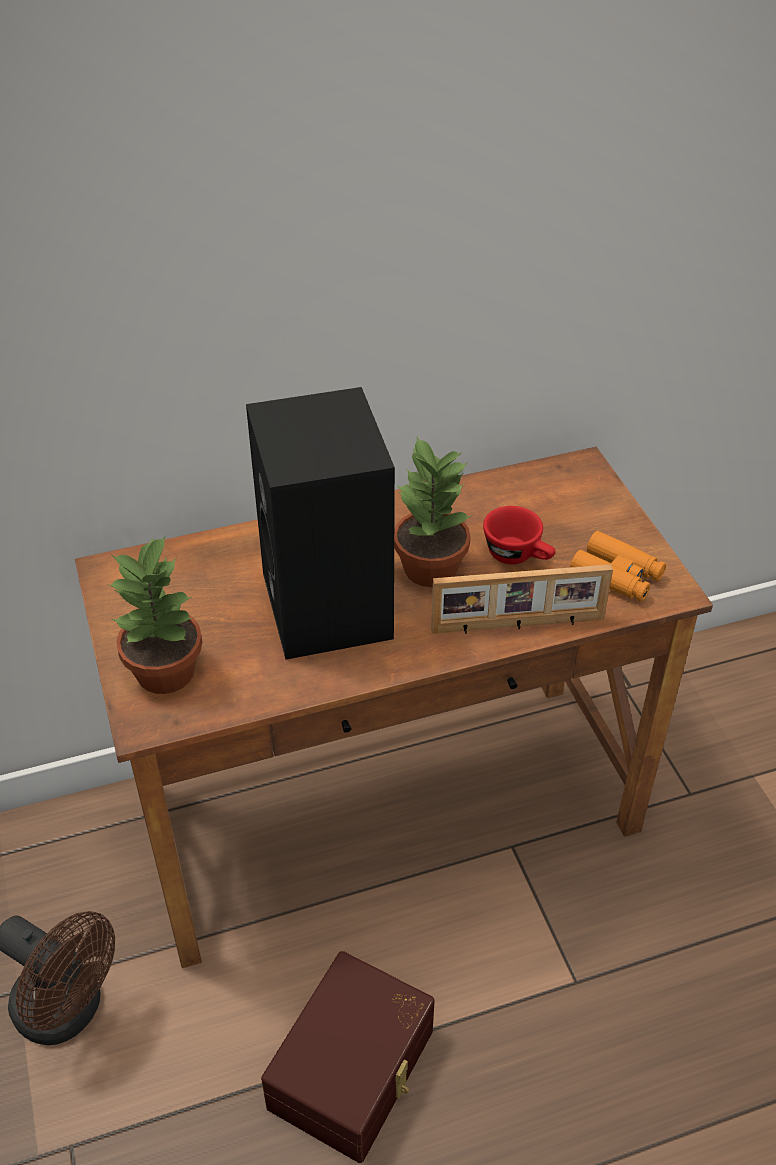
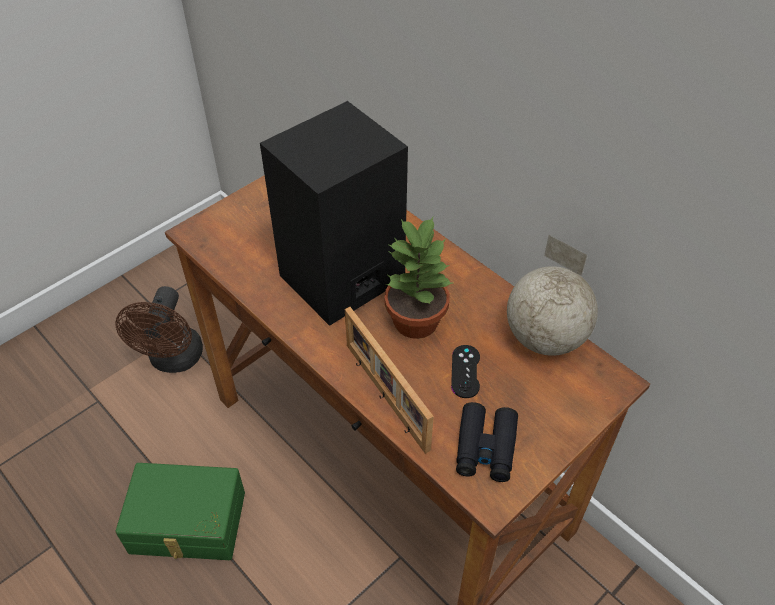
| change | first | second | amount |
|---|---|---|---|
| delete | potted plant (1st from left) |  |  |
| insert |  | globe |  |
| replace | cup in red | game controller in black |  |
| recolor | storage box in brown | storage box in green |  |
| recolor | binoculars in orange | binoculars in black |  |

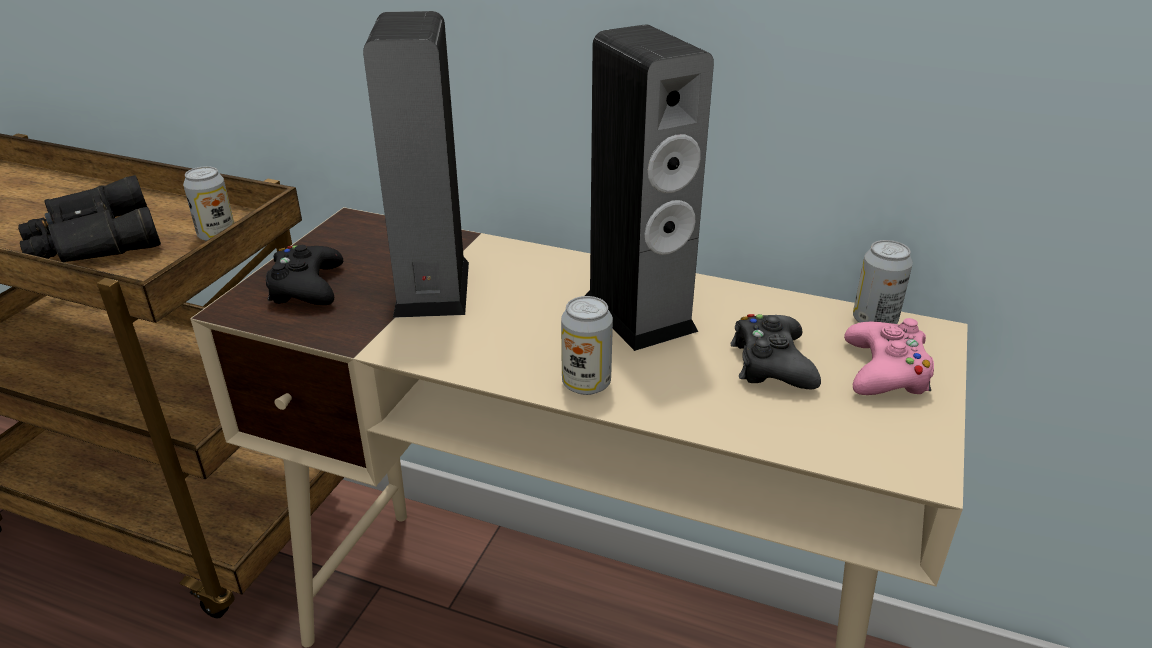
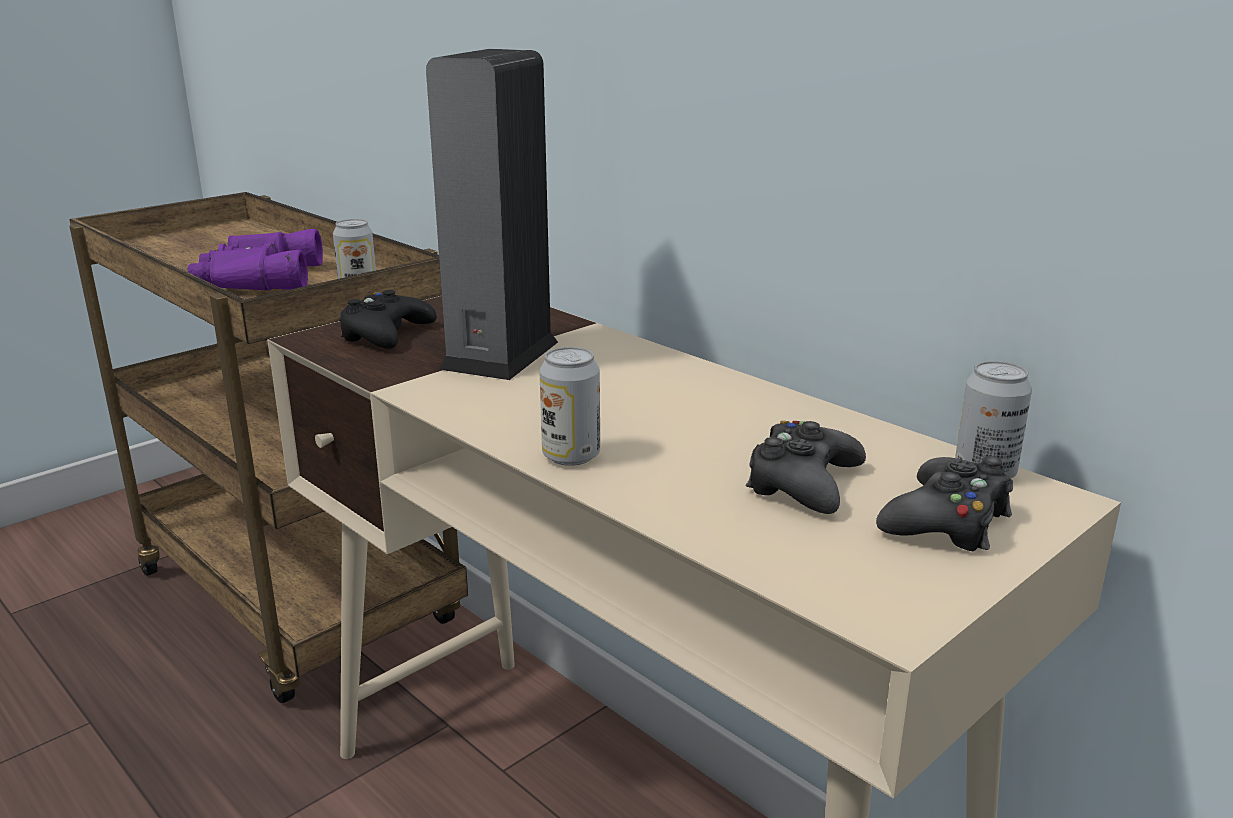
| change | first | second | amount |
|---|---|---|---|
| delete | speaker (2nd from left) |  |  |
| recolor | binoculars in black | binoculars in purple |  |
| recolor | game controller in pink | game controller in black (3rd from left) |  |

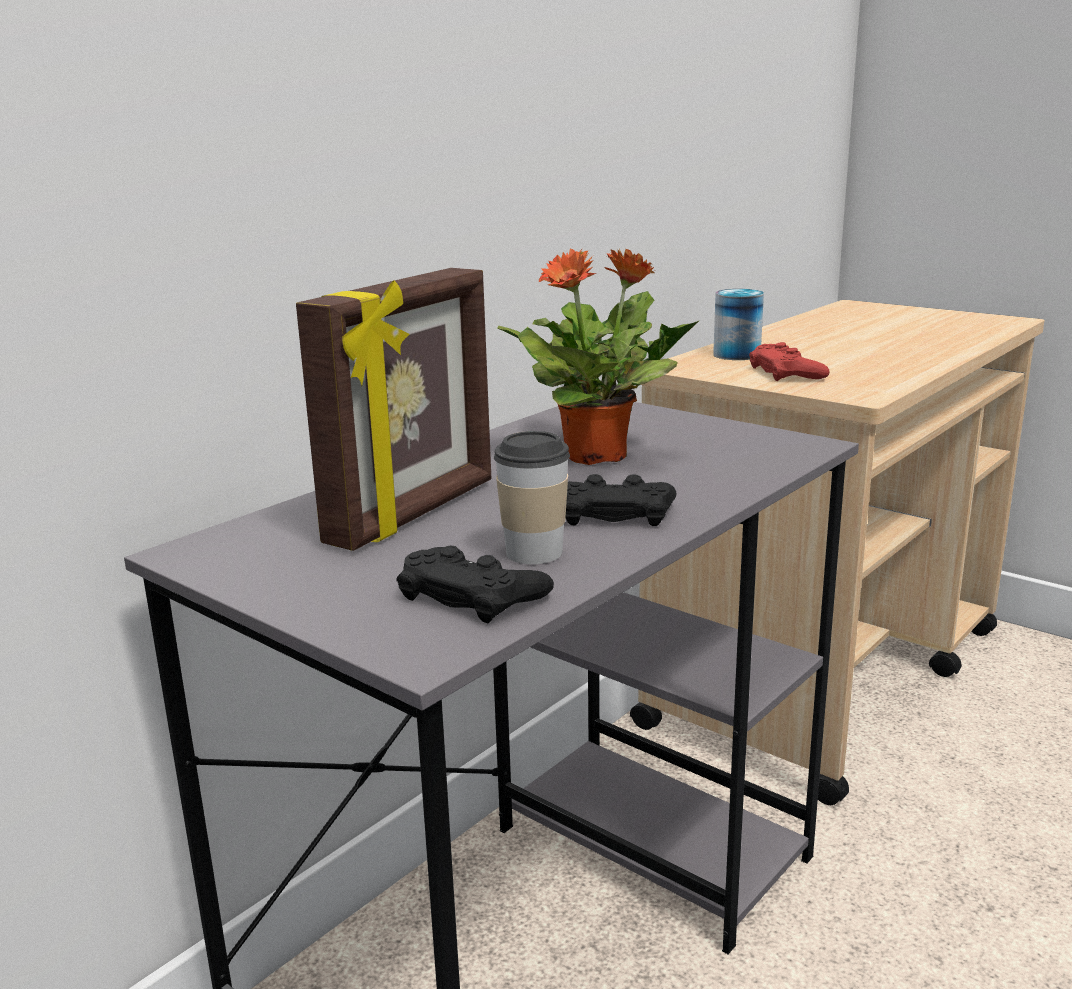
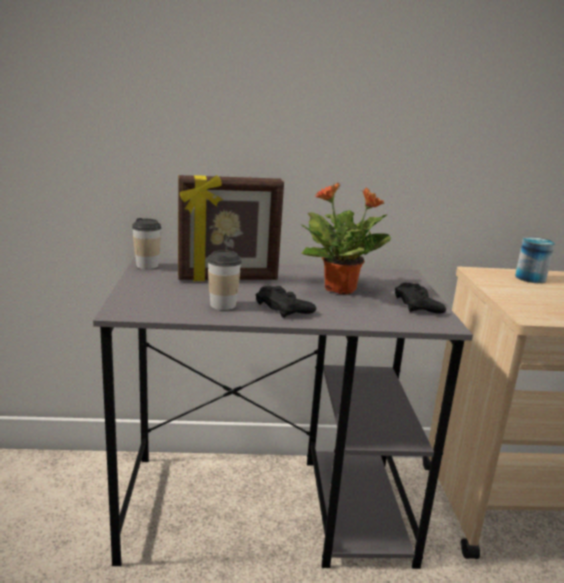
| change | first | second | amount |
|---|---|---|---|
| delete | game controller in red |  |  |
| insert |  | cup (1st from left) |  |
| move | game controller in black (1st from left in the first image) | game controller in black (2nd from left) |  |

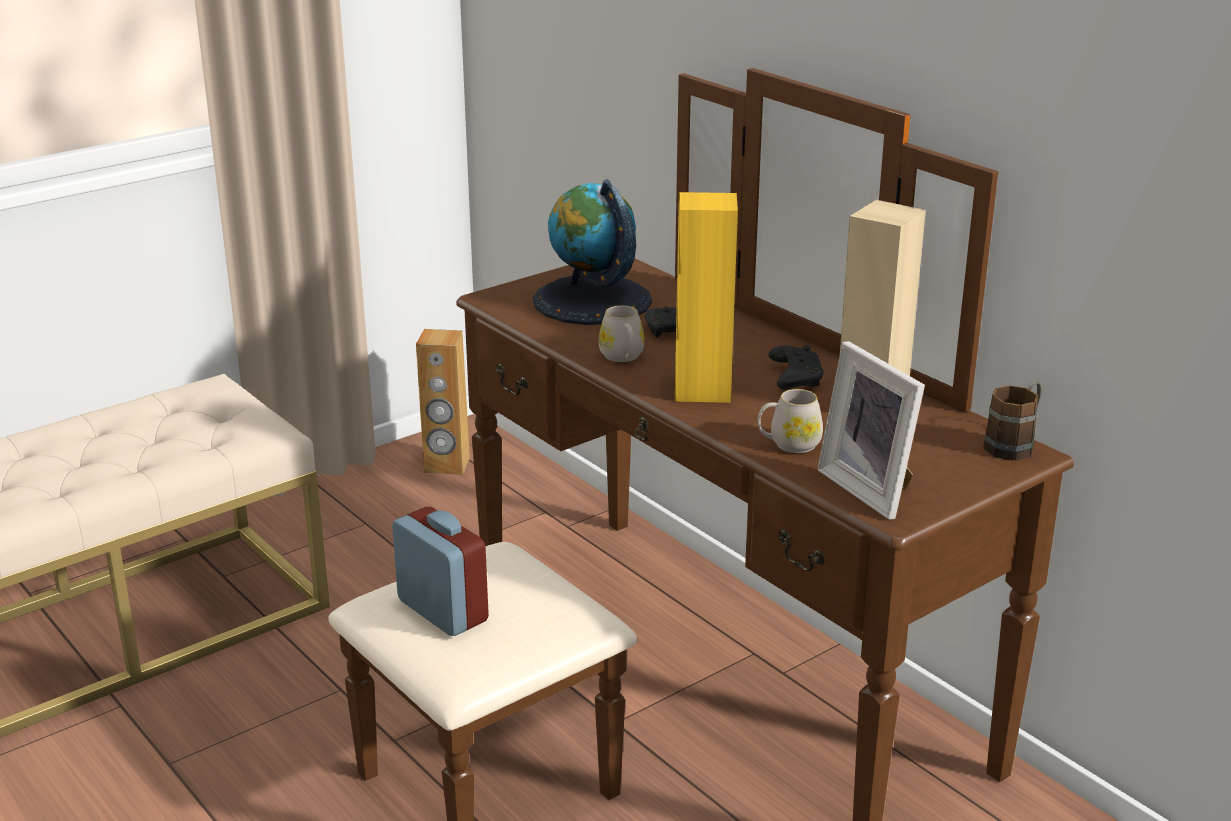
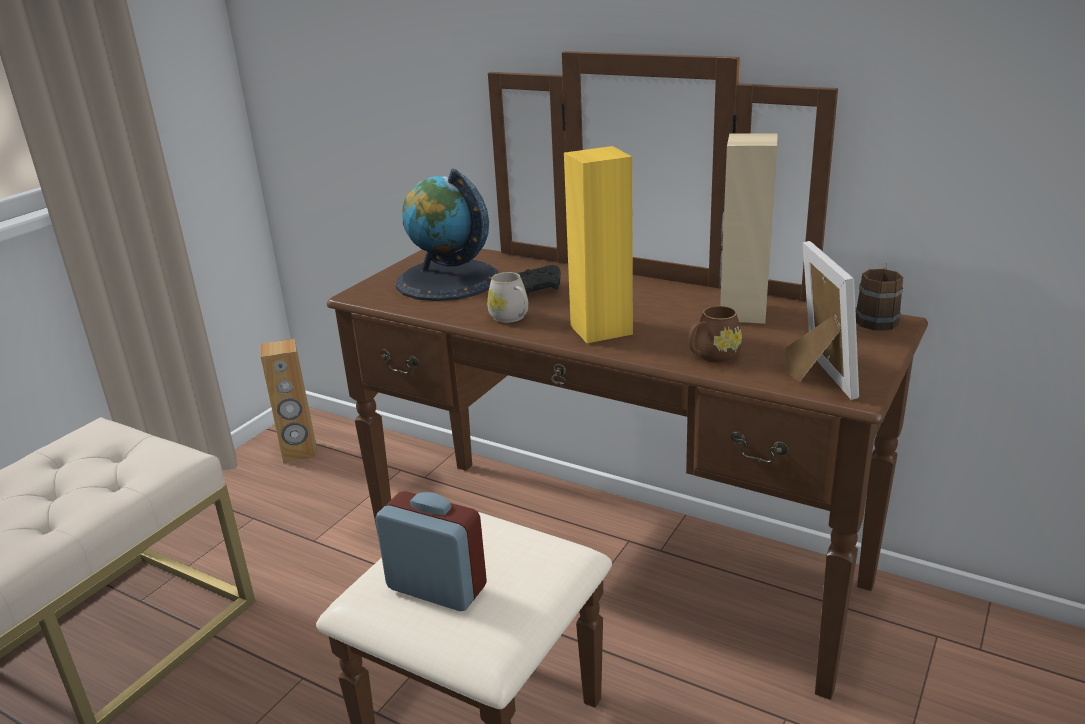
| change | first | second | amount |
|---|---|---|---|
| delete | game controller in black (2nd from left) |  |  |
| recolor | mug in white (2nd from left) | mug in brown (1st from left) |  |
| rotate | picture frame |  | 135 degrees counterclockwise |

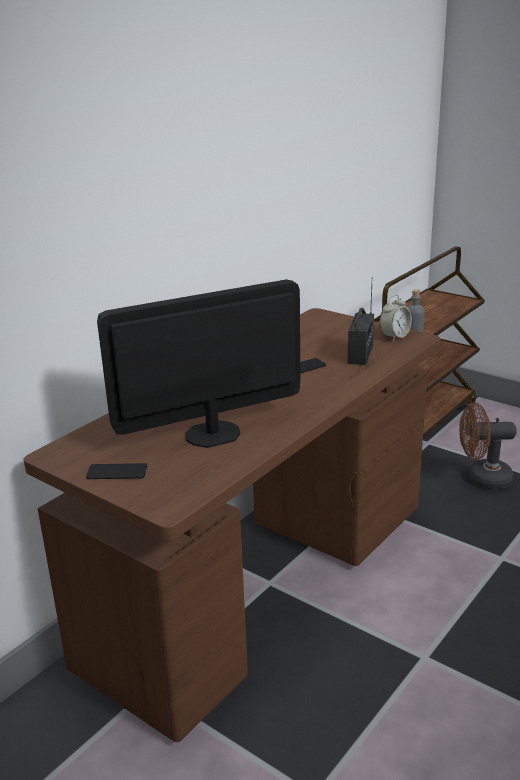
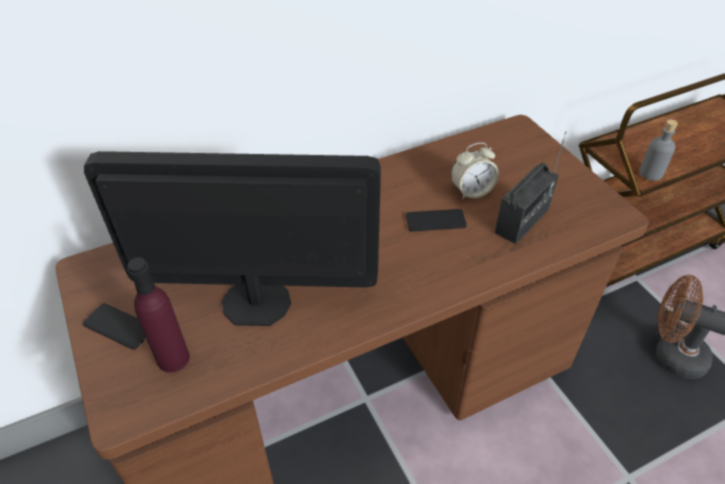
| change | first | second | amount |
|---|---|---|---|
| insert |  | bottle in purple |  |
| move | alarm clock |  |  |

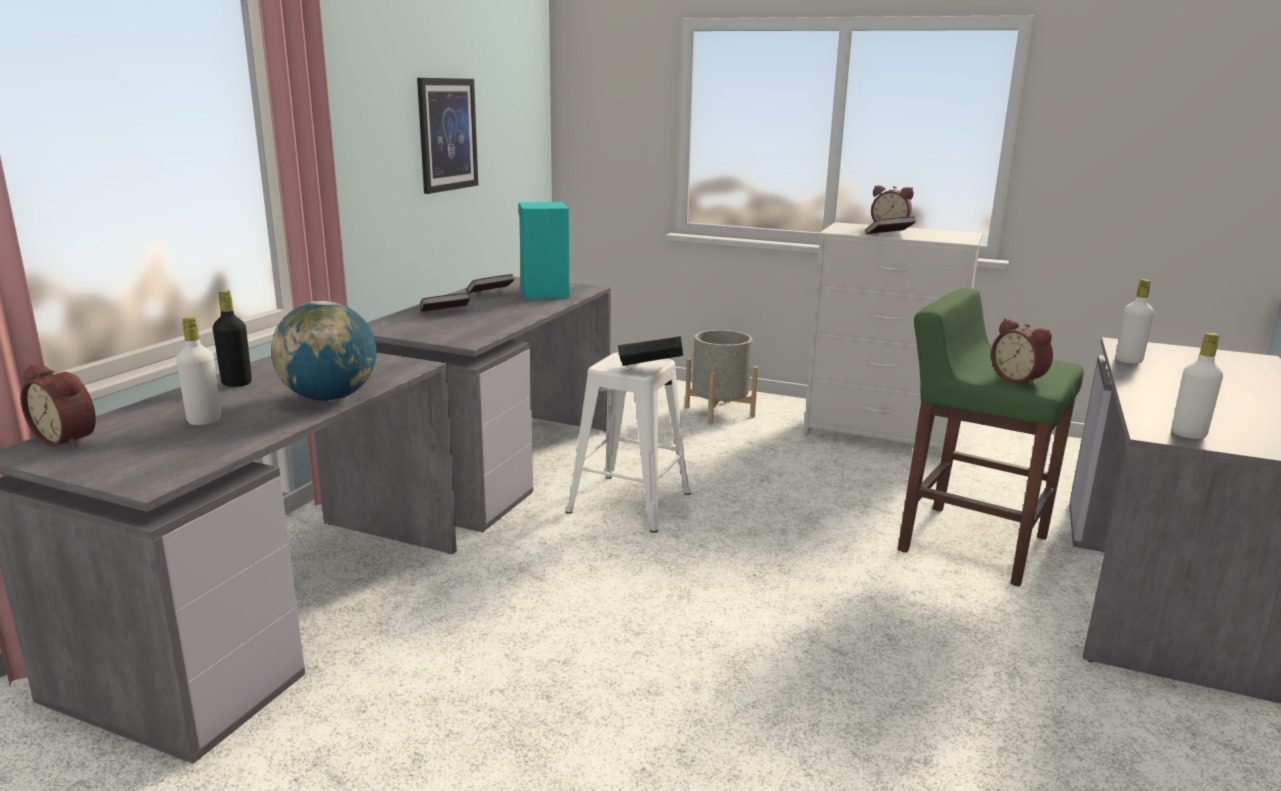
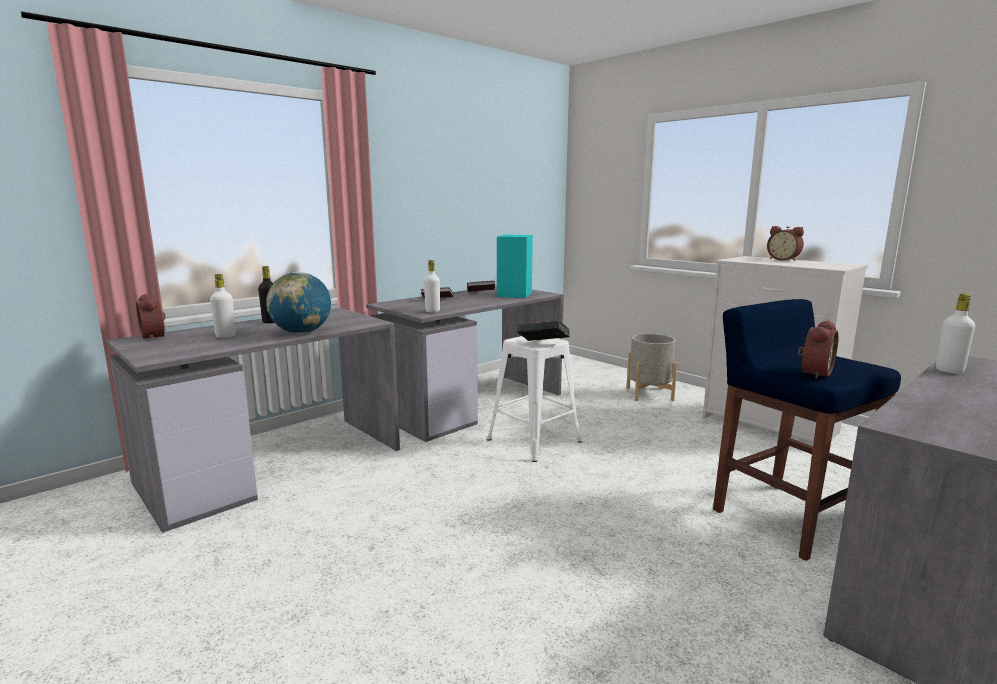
| change | first | second | amount |
|---|---|---|---|
| delete | picture |  |  |
| delete | book (4th from left) |  |  |
| move | bottle in white (3rd from left in the first image) | bottle in white (2nd from left) |  |
| recolor | stool in green | stool in blue |  |
| rotate | alarm clock (3rd from left) |  | 135 degrees counterclockwise |

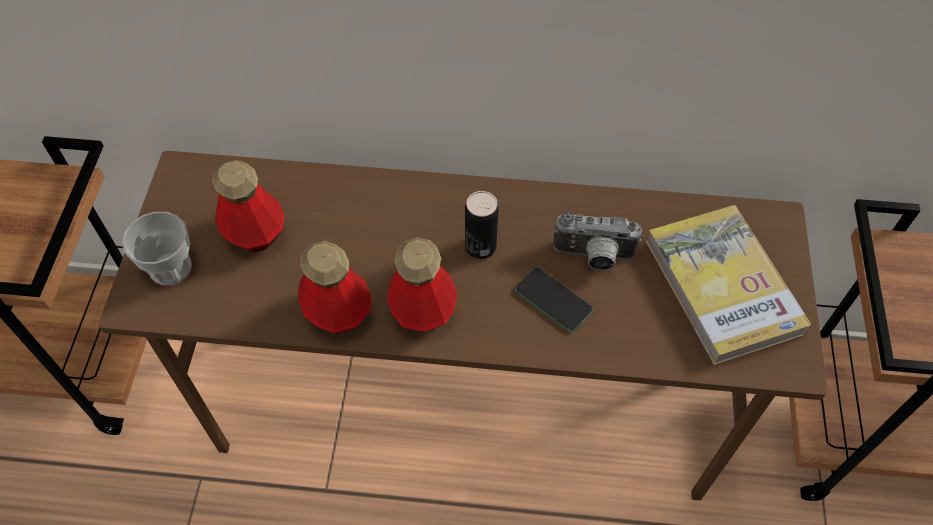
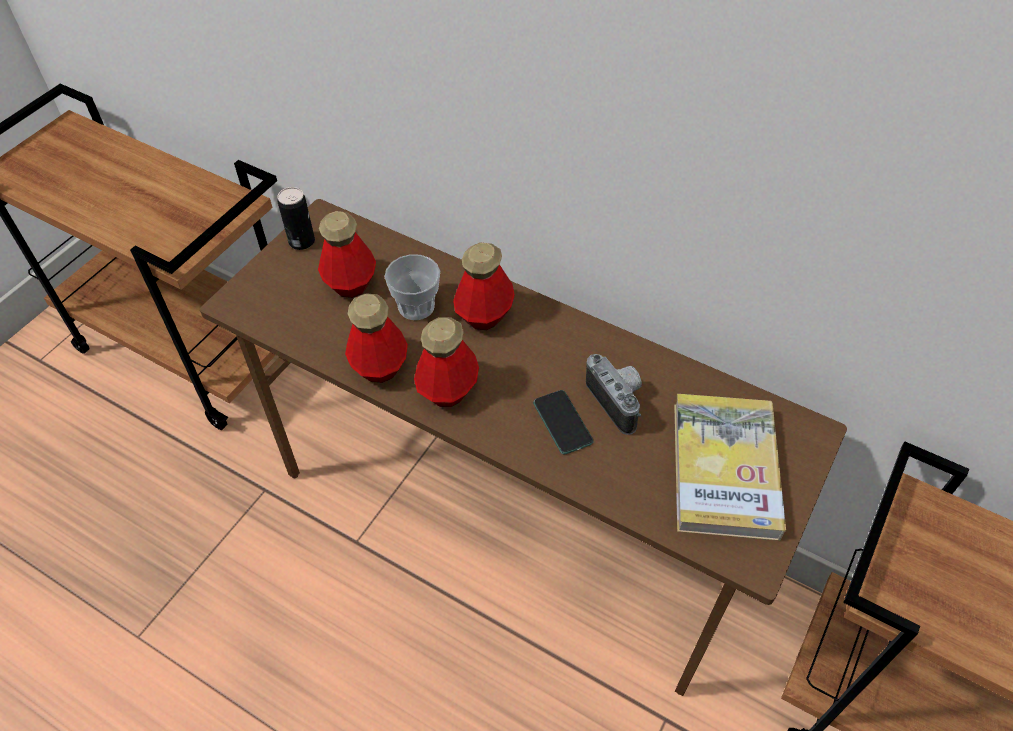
| change | first | second | amount |
|---|---|---|---|
| insert |  | bottle (4th from left) |  |
| move | cup |  |  |
| move | can |  |  |
| rotate | photo camera |  | 150 degrees counterclockwise |

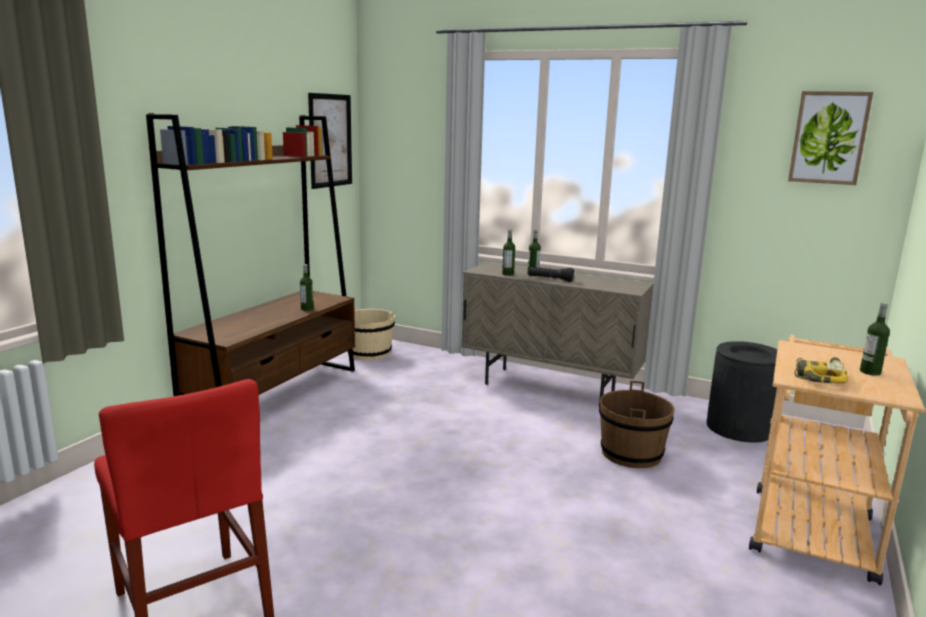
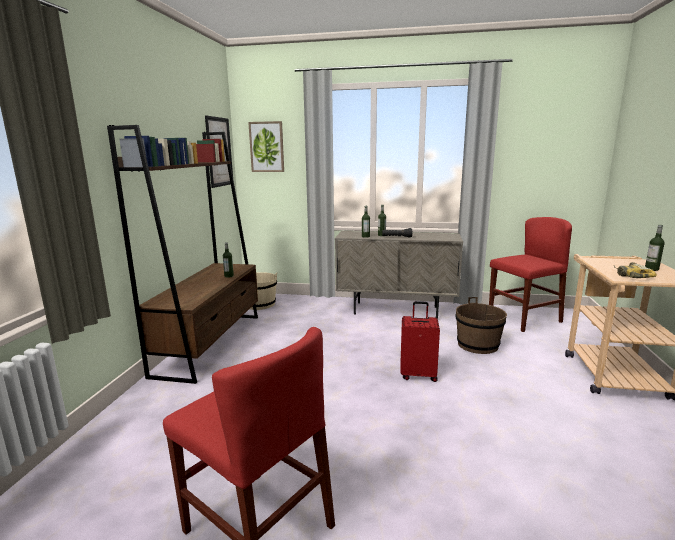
| change | first | second | amount |
|---|---|---|---|
| insert |  | suitcase in red |  |
| move | picture (2nd from left) |  |  |
| replace | trash can in black | chair in red (2nd from left) |  |

